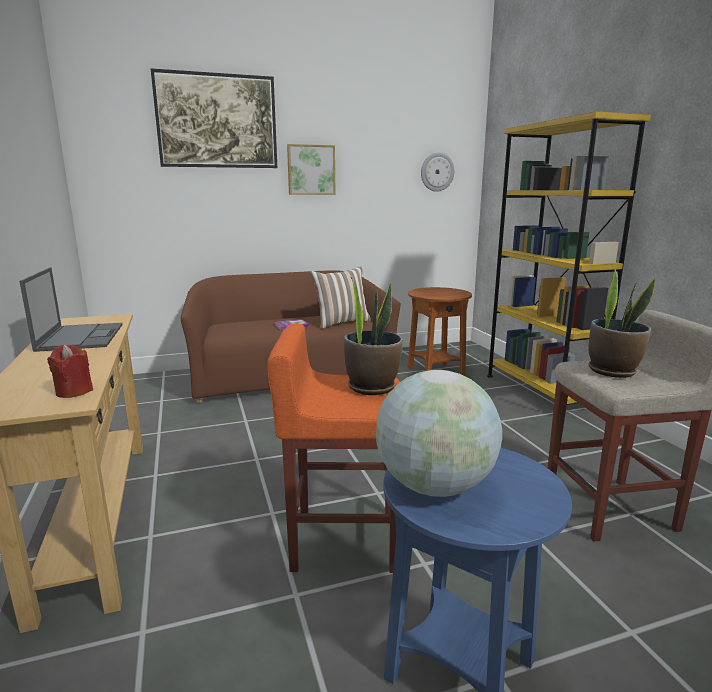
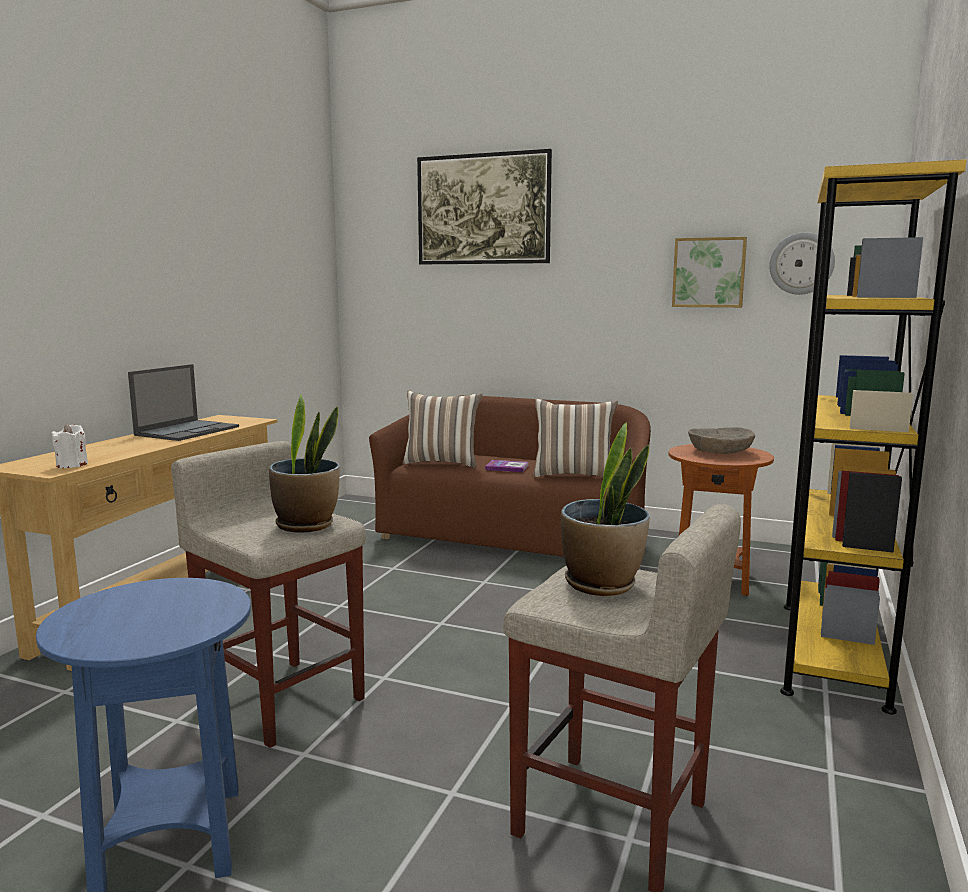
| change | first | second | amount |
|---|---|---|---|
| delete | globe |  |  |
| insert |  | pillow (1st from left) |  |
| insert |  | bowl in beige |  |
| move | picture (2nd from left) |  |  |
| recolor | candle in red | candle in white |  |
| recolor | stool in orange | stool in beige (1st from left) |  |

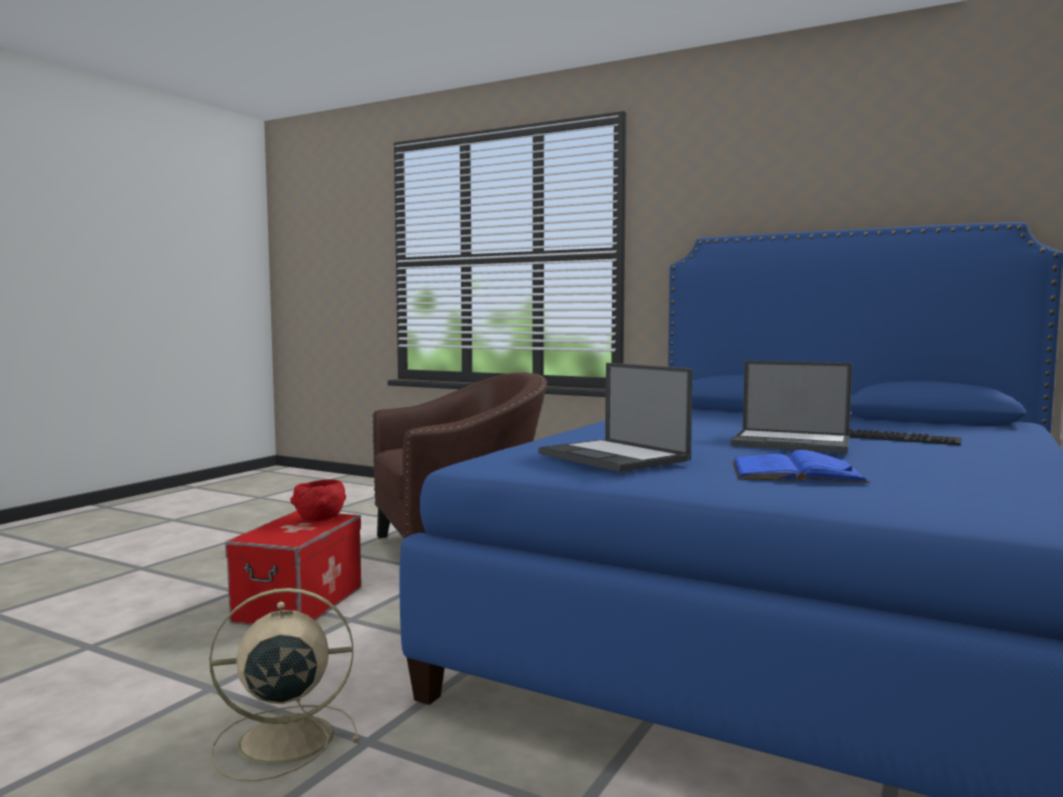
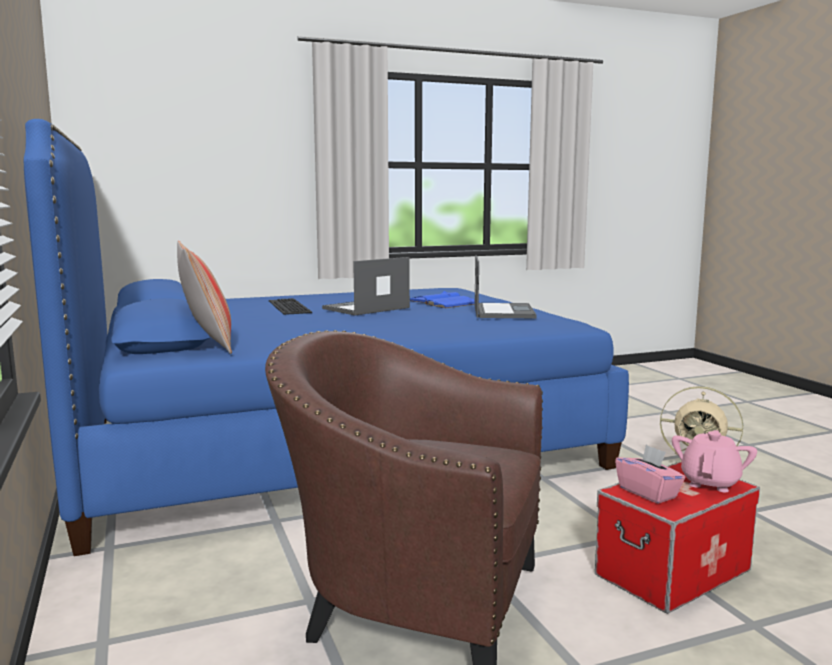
| change | first | second | amount |
|---|---|---|---|
| insert |  | pillow |  |
| insert |  | teapot in pink |  |
| replace | bowl in red | tissue box in pink |  |
| rotate | laptop (2nd from left in the first image) | laptop (1st from left) | 105 degrees counterclockwise |

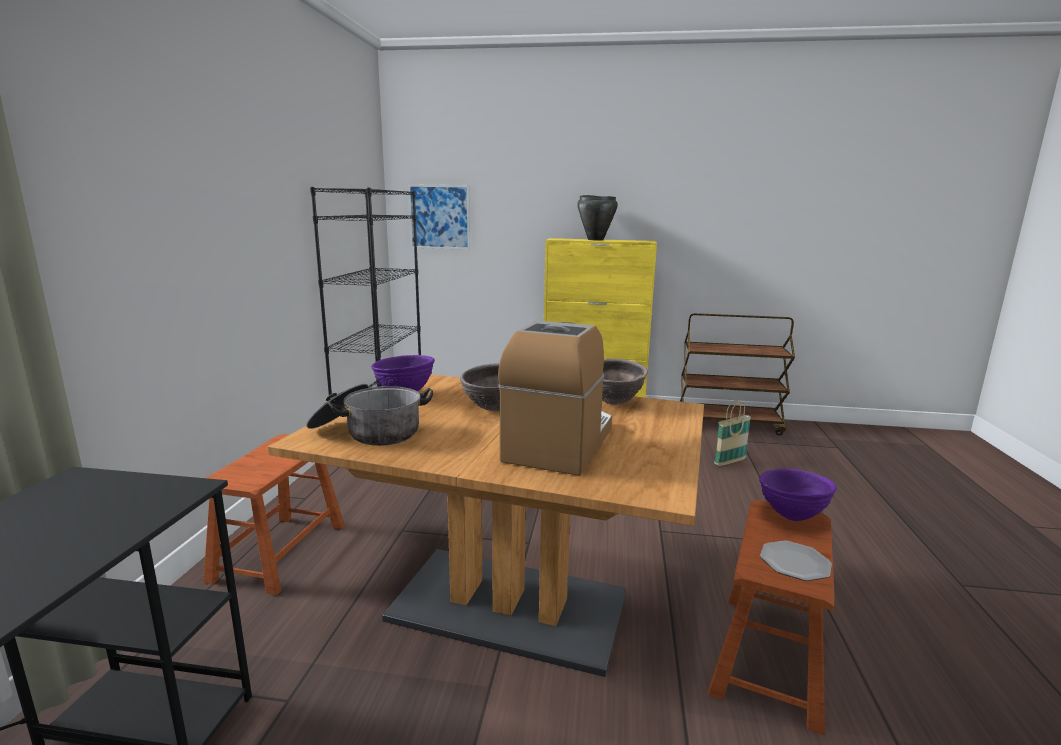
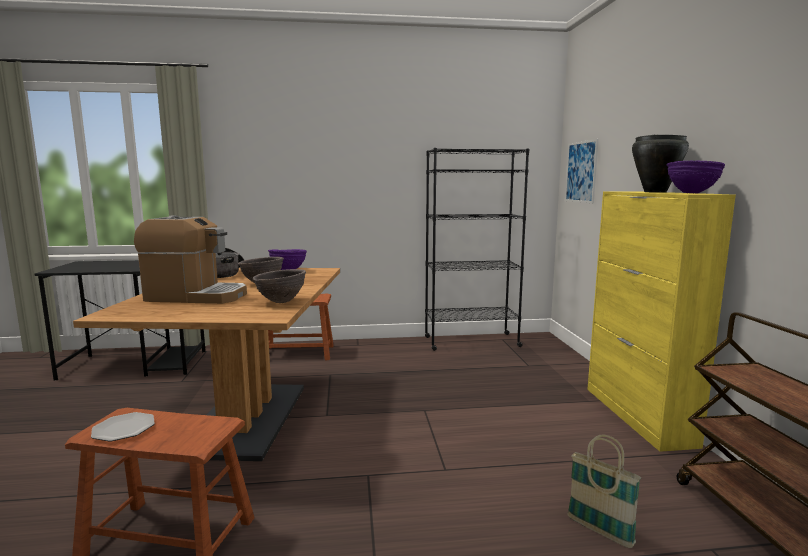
| change | first | second | amount |
|---|---|---|---|
| move | bowl in purple (2nd from left) |  |  |

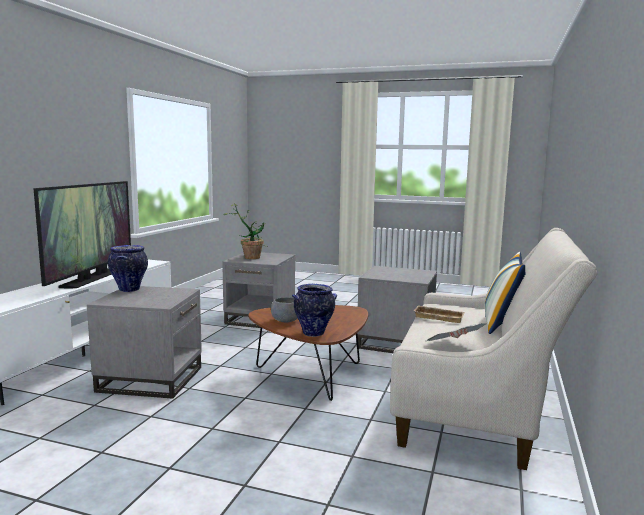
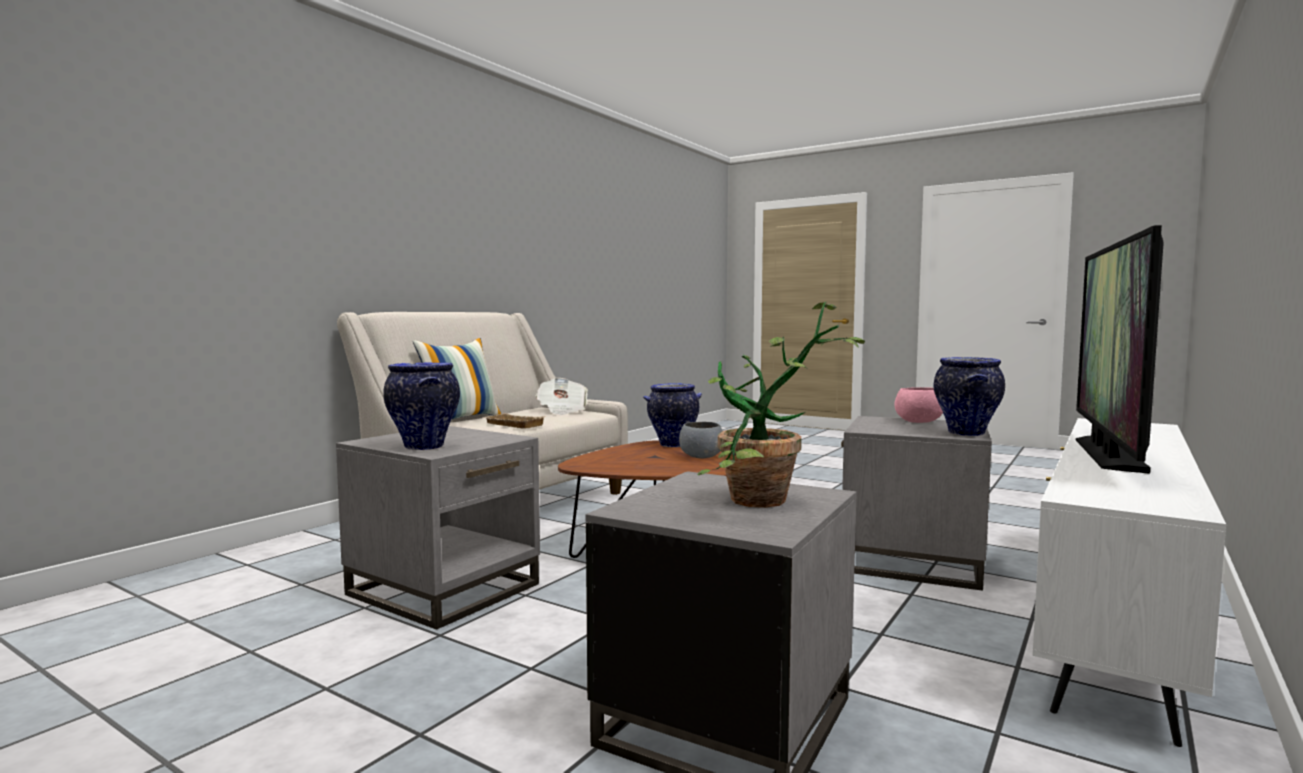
| change | first | second | amount |
|---|---|---|---|
| insert |  | vase (1st from left) |  |
| insert |  | bowl in pink |  |

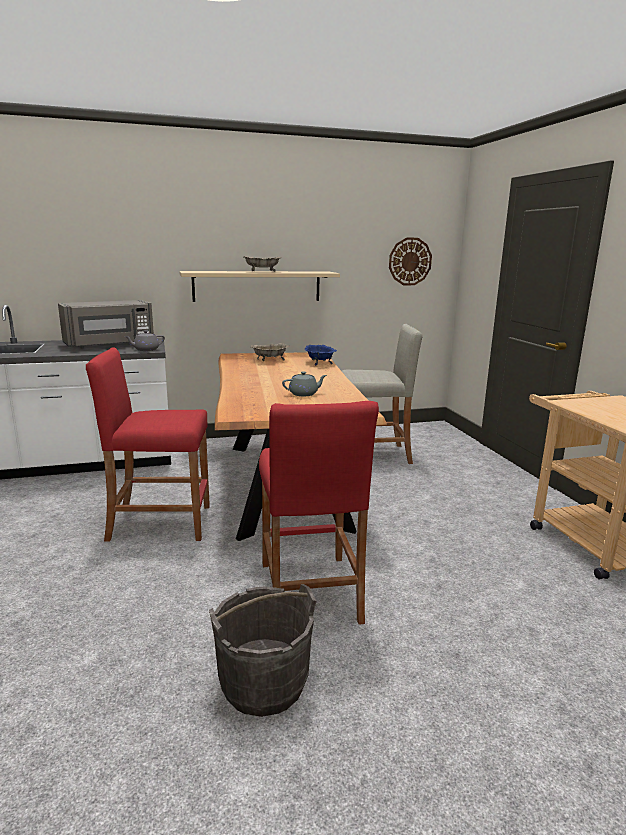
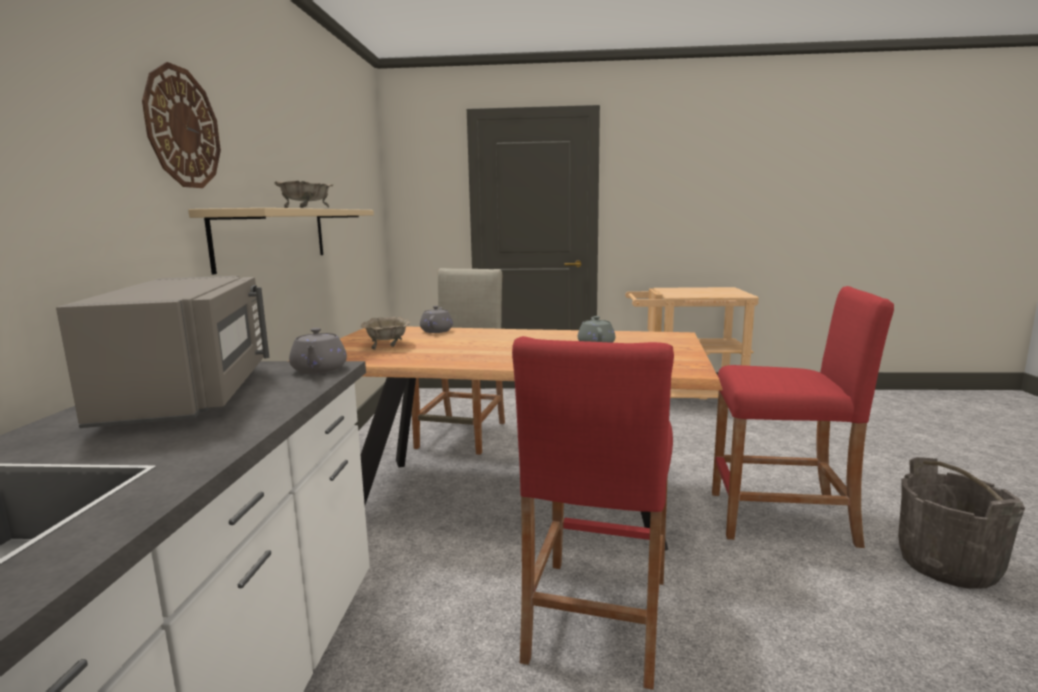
| change | first | second | amount |
|---|---|---|---|
| move | wall clock |  |  |
| replace | bowl in blue | teapot in grey (2nd from left) |  |

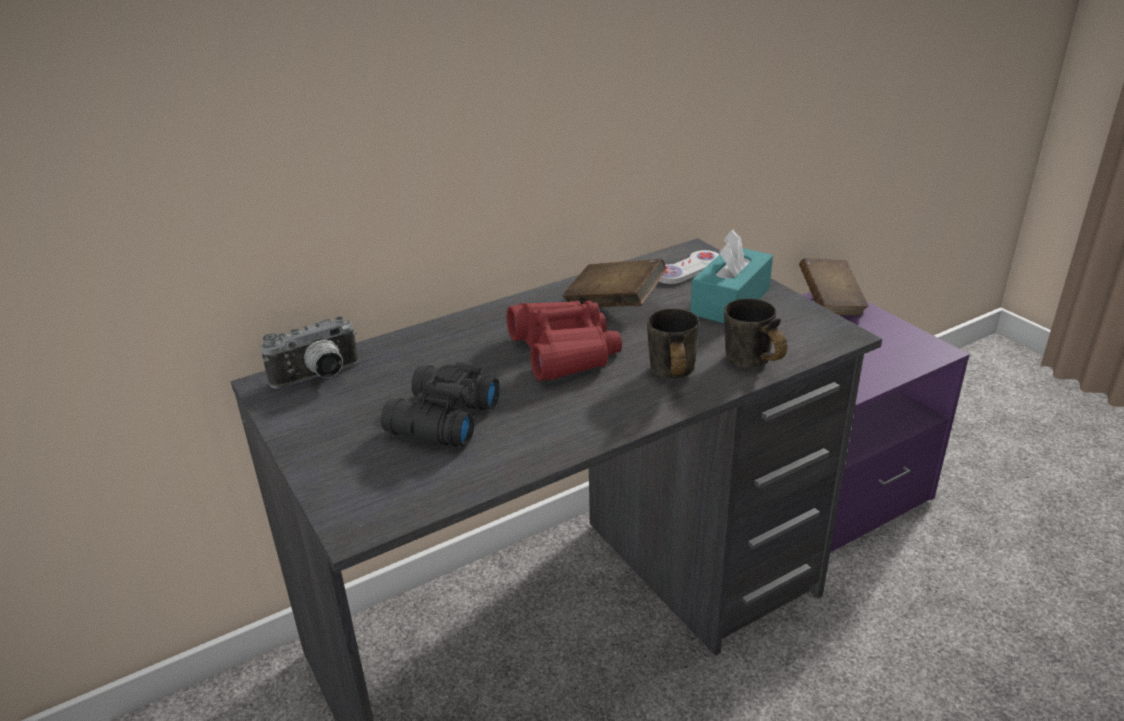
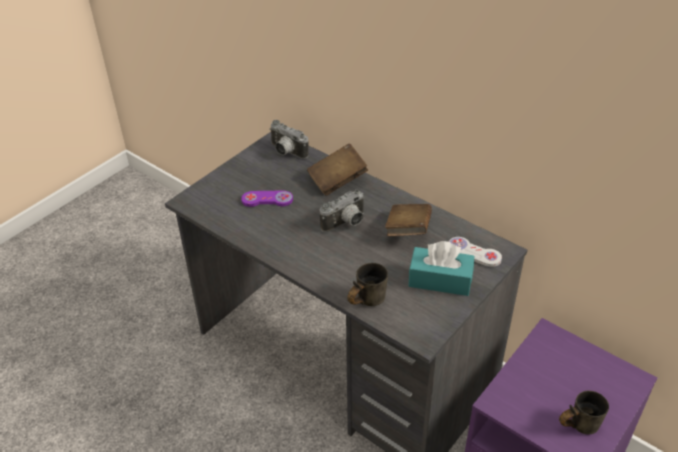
| change | first | second | amount |
|---|---|---|---|
| move | mug in grey (1st from left in the first image) | mug in grey (2nd from left) |  |
| move | book in brown (2nd from left in the first image) | book in brown (1st from left) |  |
| replace | binoculars in black | game controller in purple |  |
| replace | binoculars in red | photo camera (2nd from left) |  |

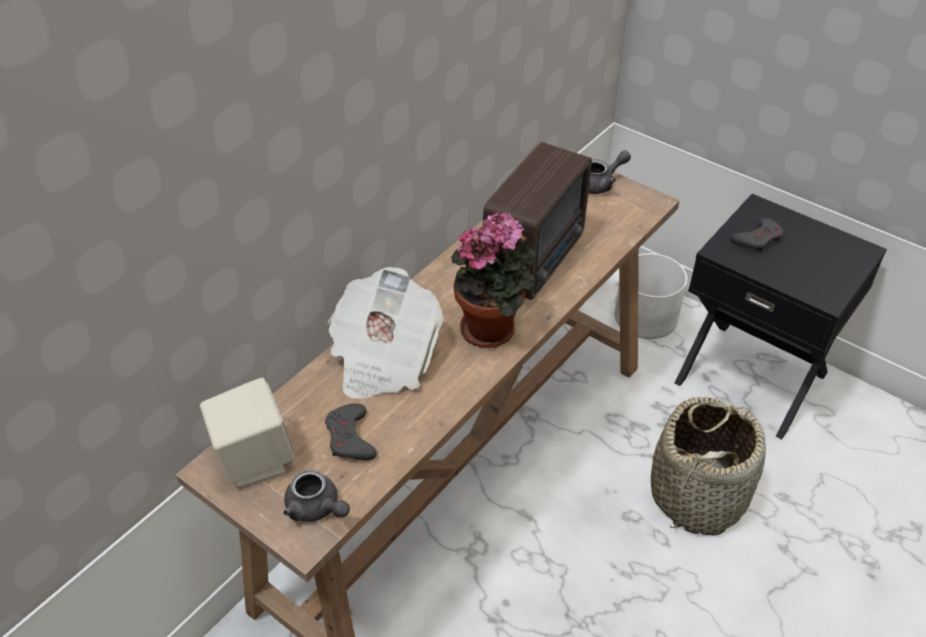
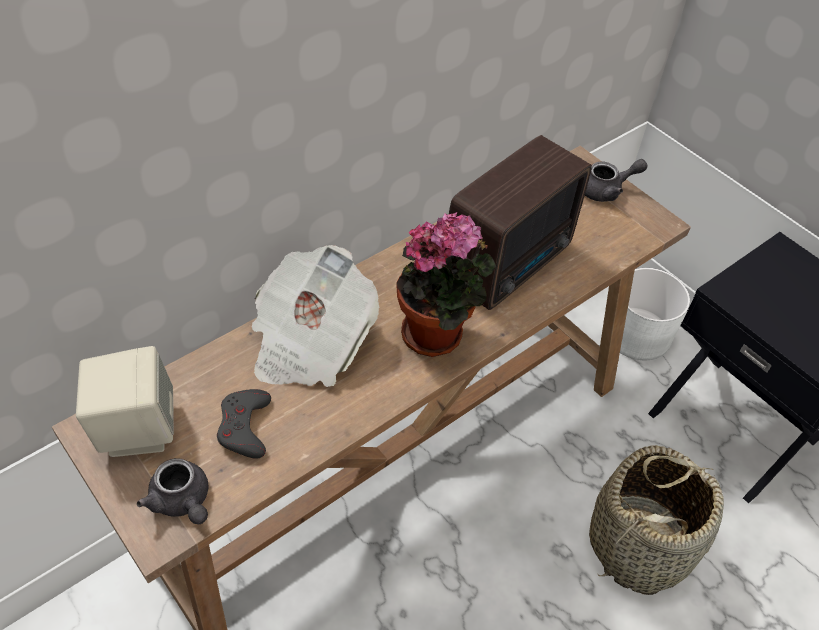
| change | first | second | amount |
|---|---|---|---|
| delete | game controller in grey (2nd from left) |  |  |

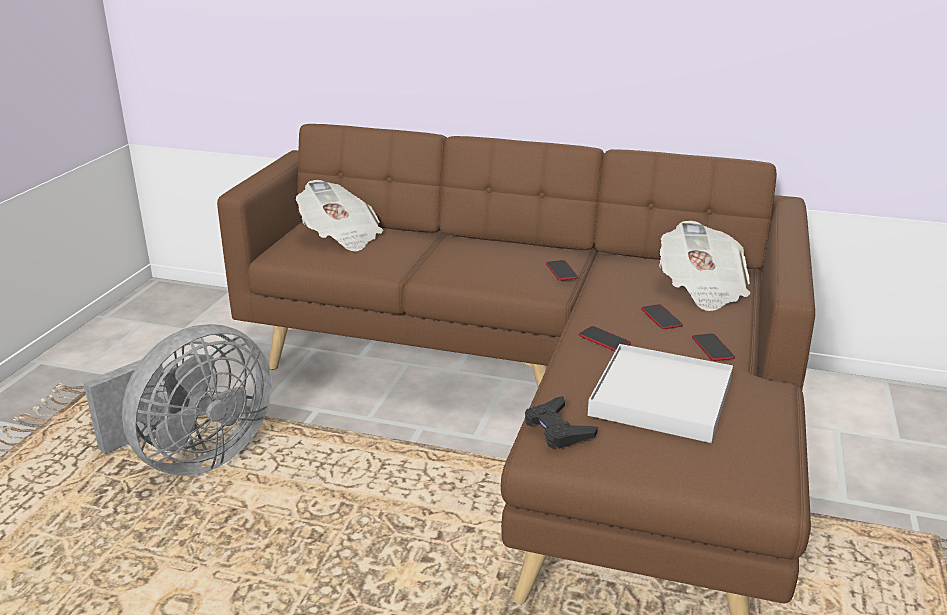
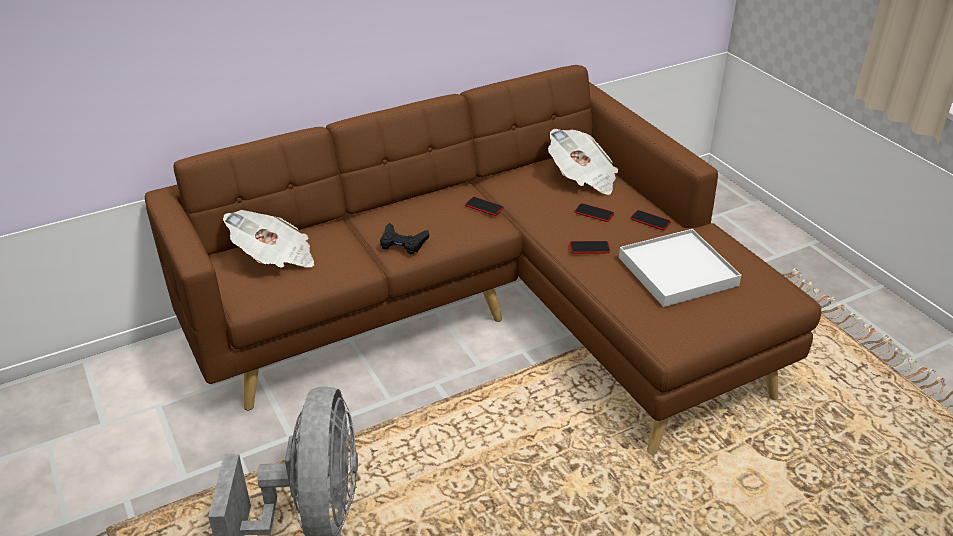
| change | first | second | amount |
|---|---|---|---|
| move | game controller in black |  |  |

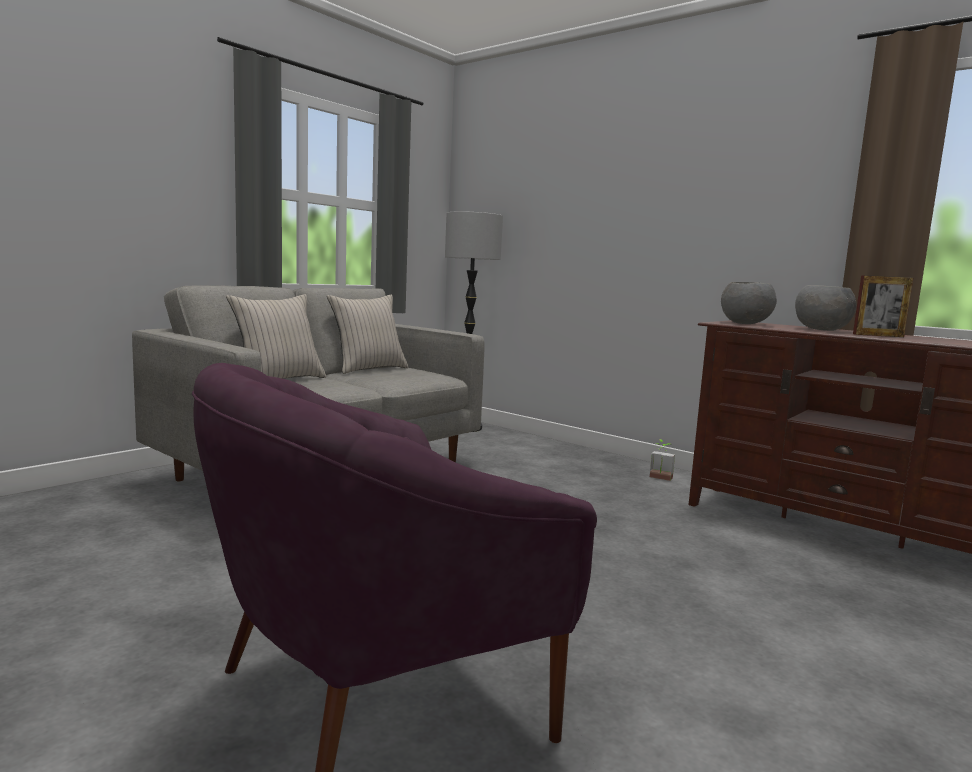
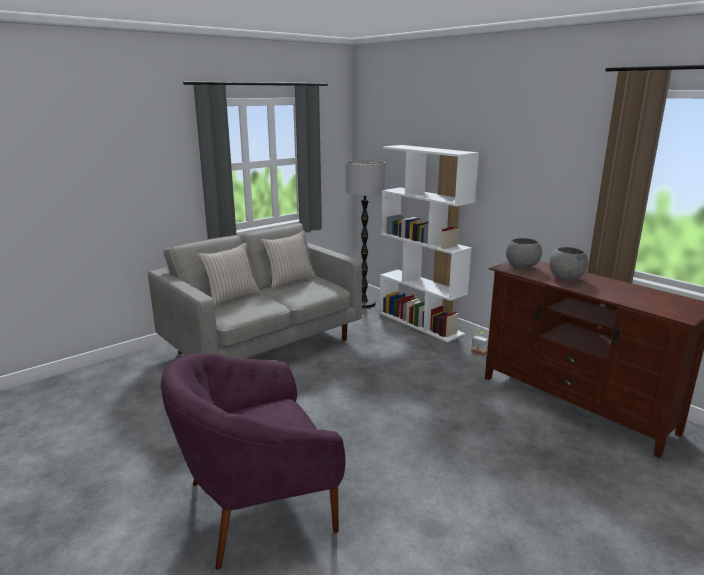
| change | first | second | amount |
|---|---|---|---|
| delete | picture frame |  |  |
| insert |  | bookcase in white |  |

